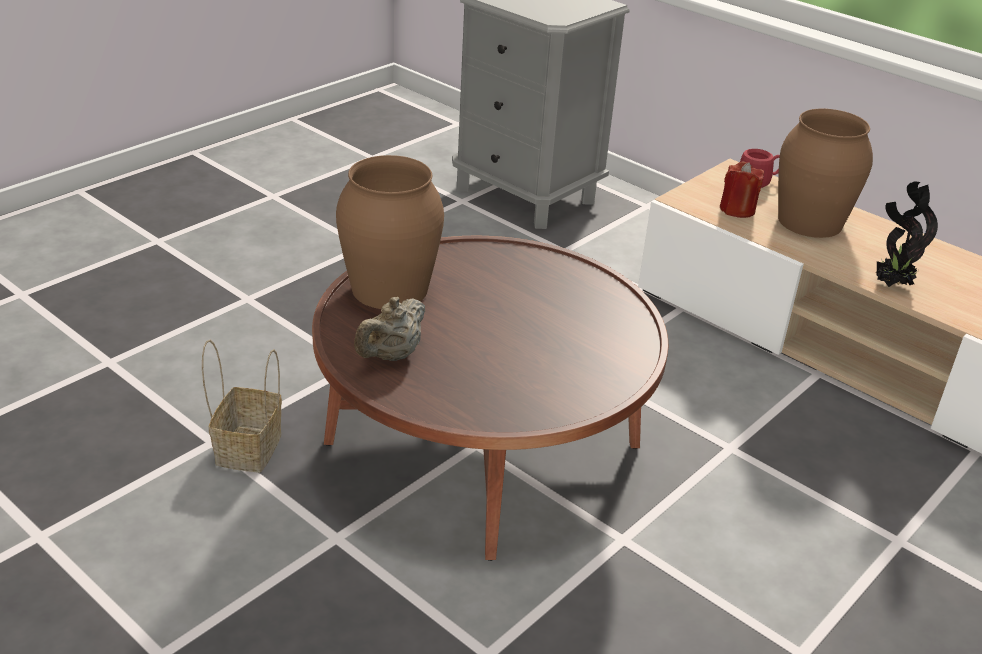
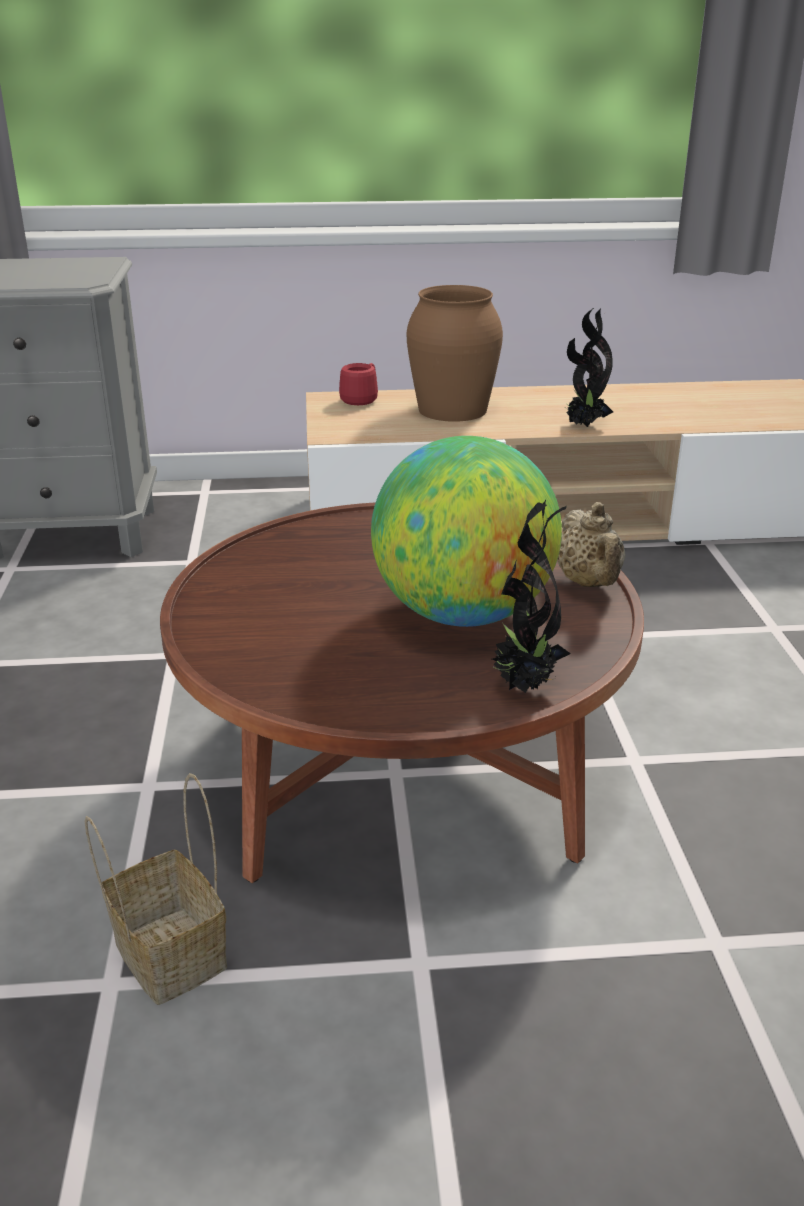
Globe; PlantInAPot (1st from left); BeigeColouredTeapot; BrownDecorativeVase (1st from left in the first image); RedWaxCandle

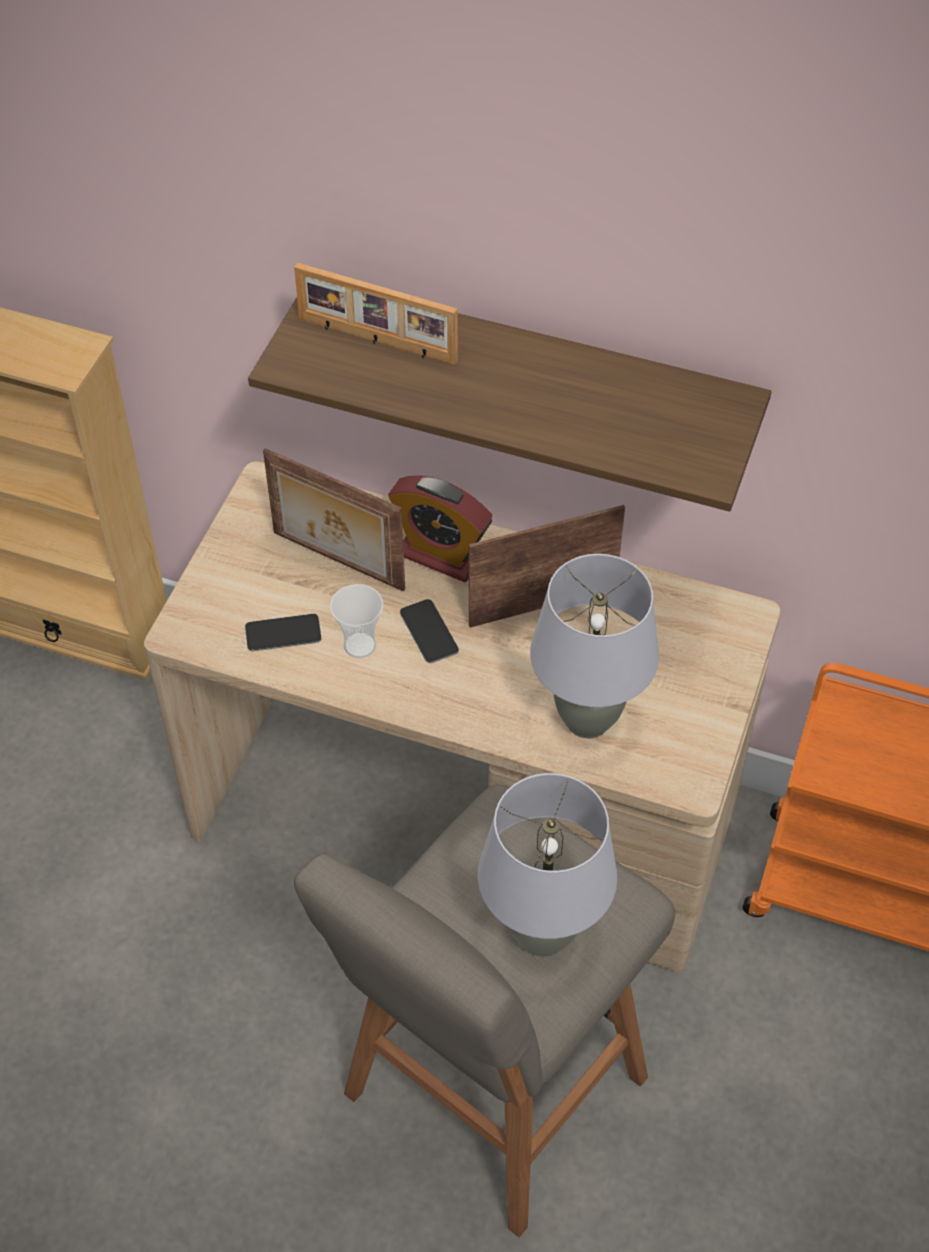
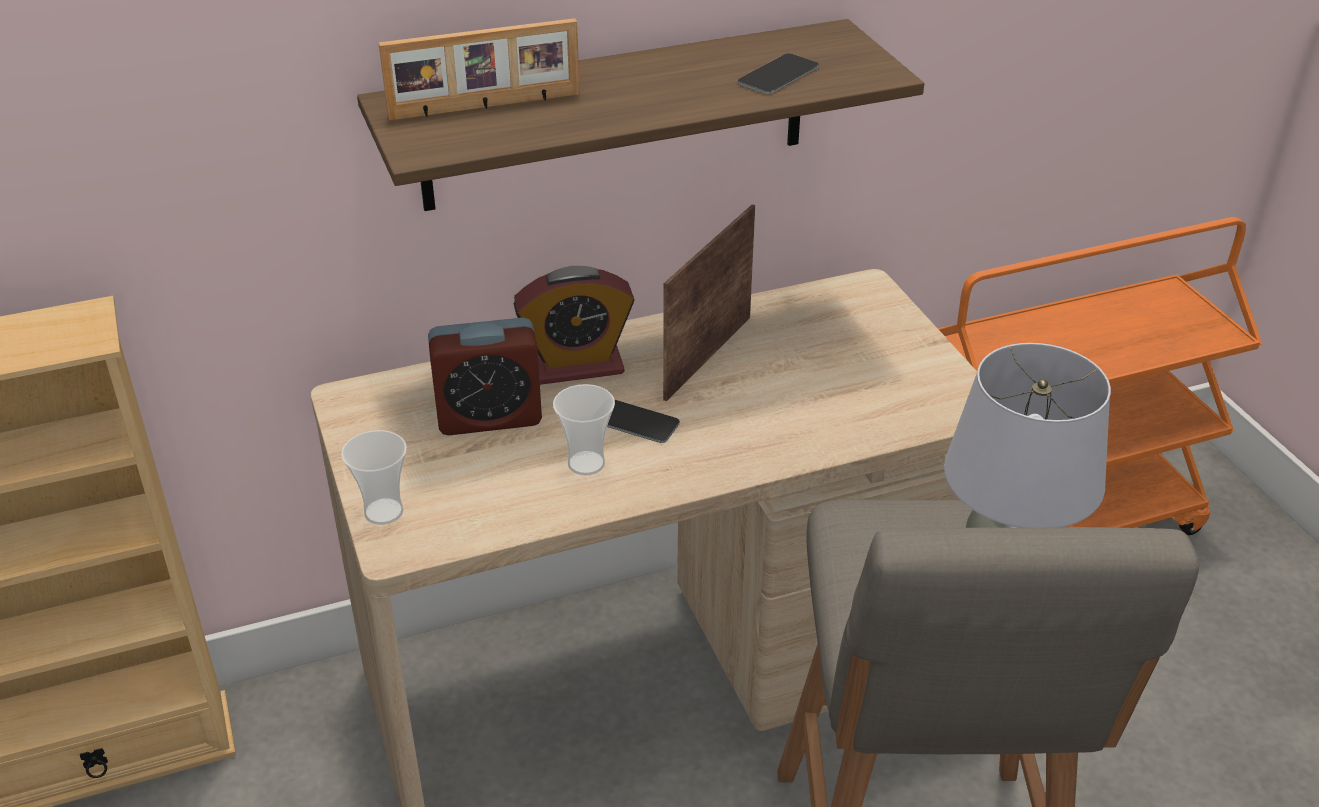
DrinkingCup (1st from left); AlarmClock (1st from left); Telephone (2nd from left); GreyTabletopLamp (2nd from left in the first image)

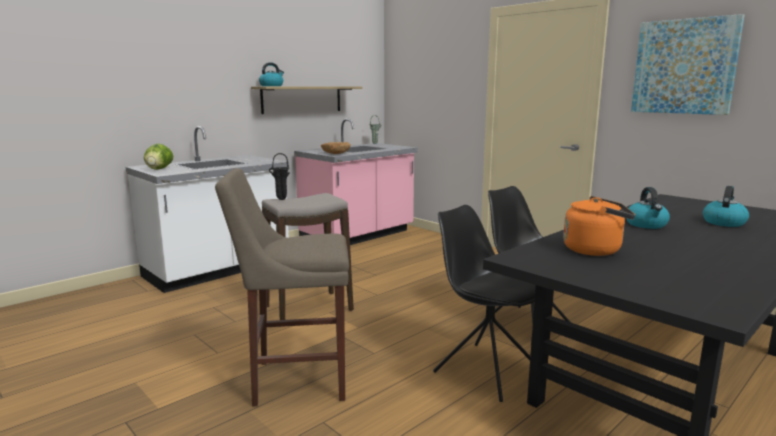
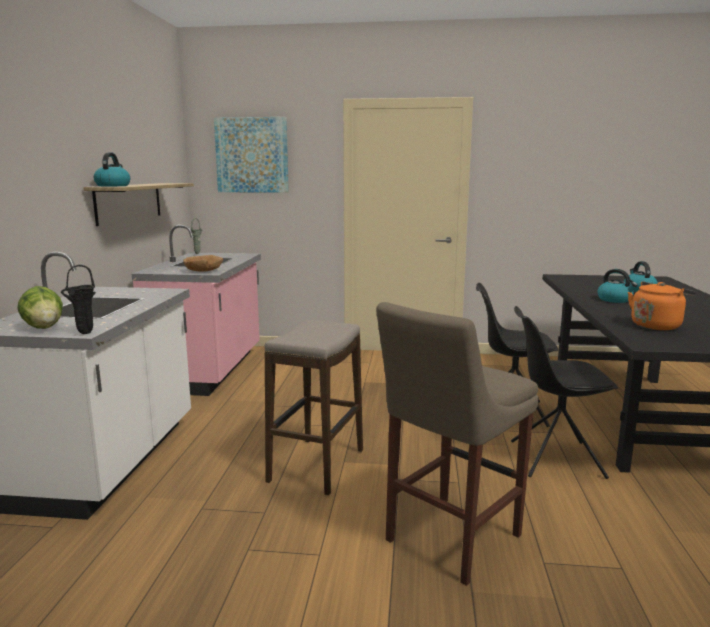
BlackishDecorativeVase; WallPicture

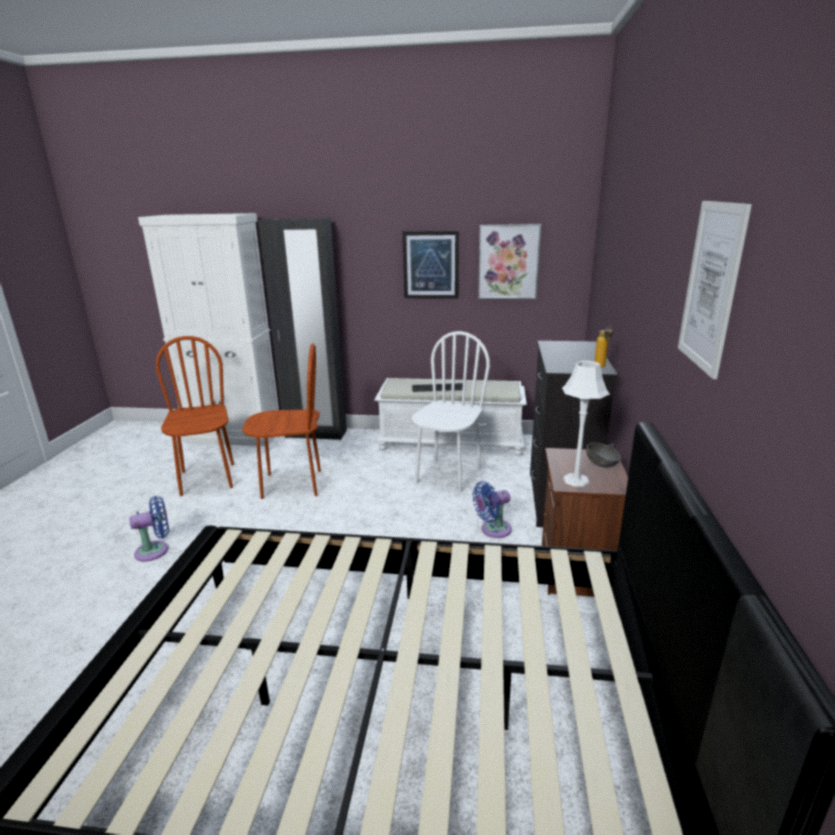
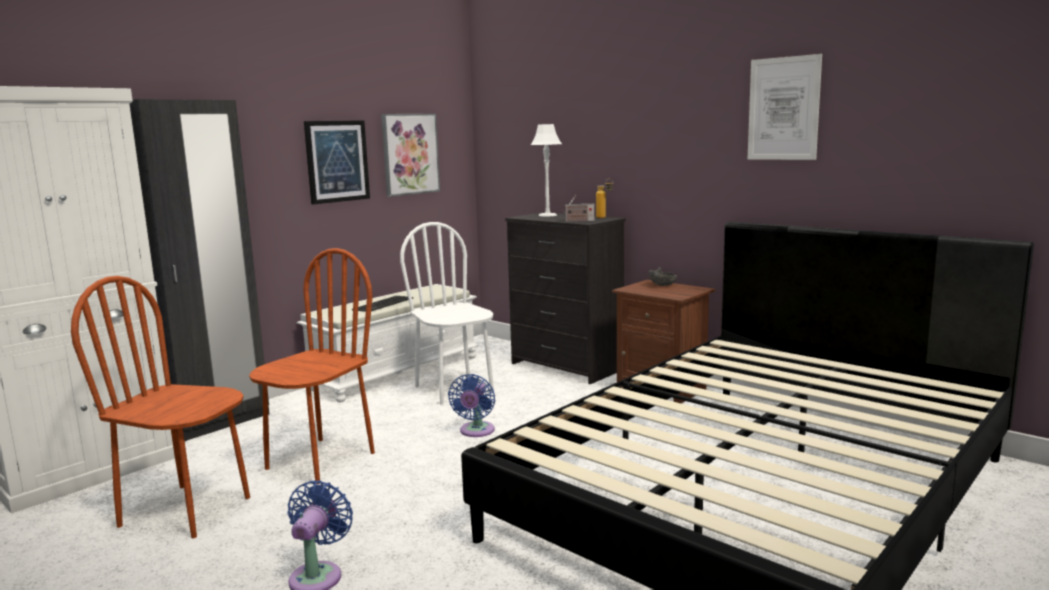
BlueColouredCoolingFan (2nd from left); WhiteTabletopLamp; Radio

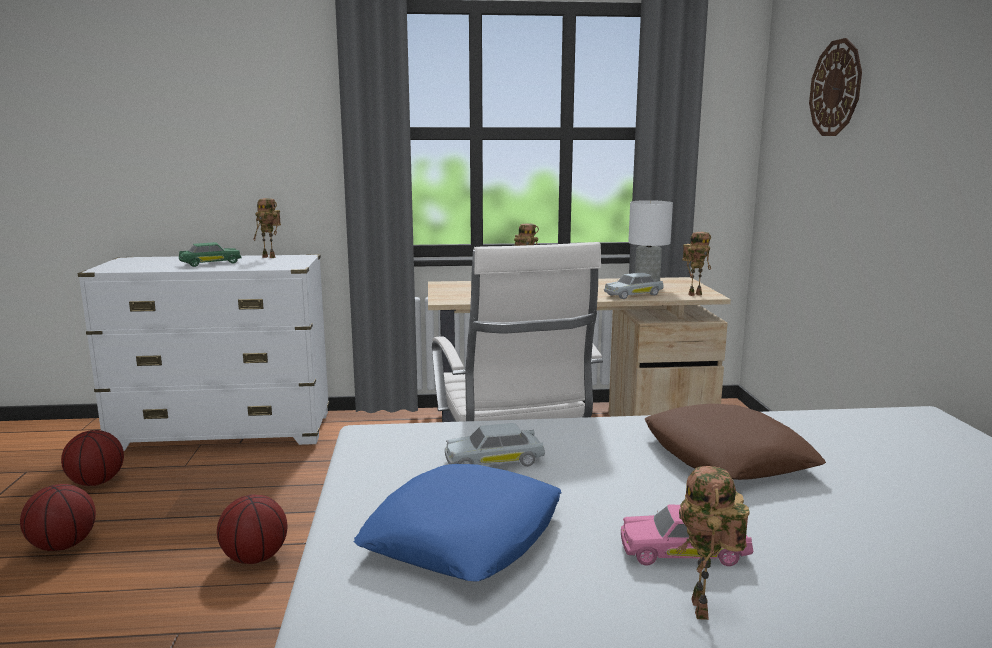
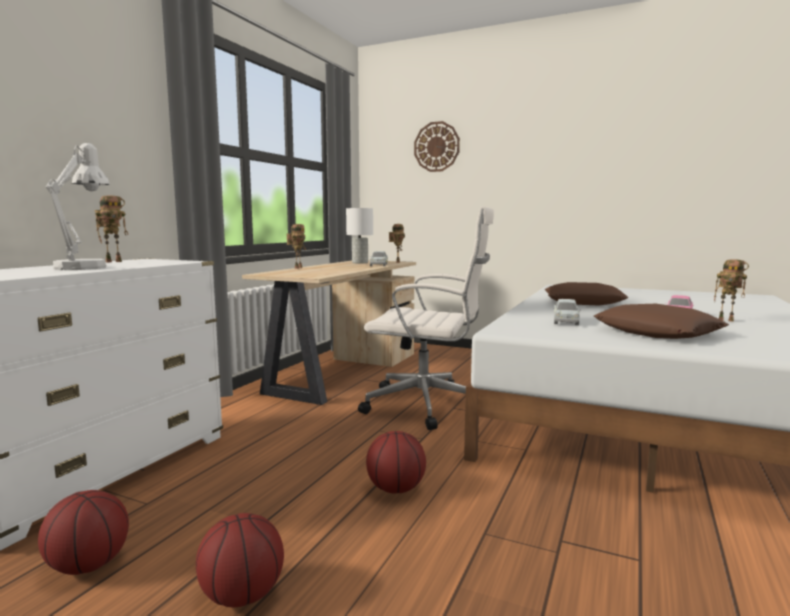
WhiteTabletopLamp (1st from left); BrownPillow (2nd from left)

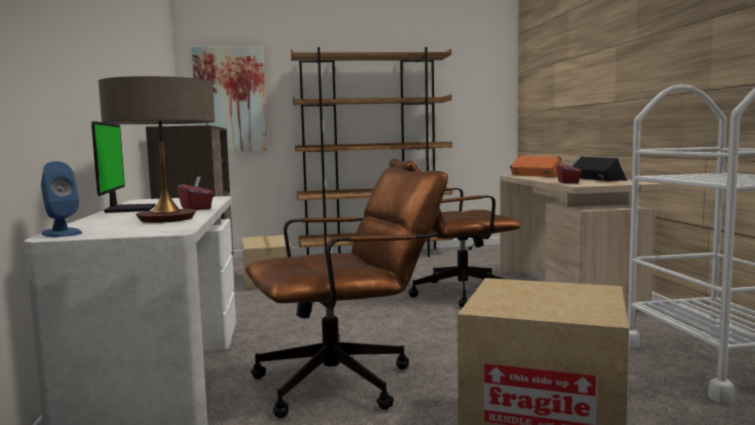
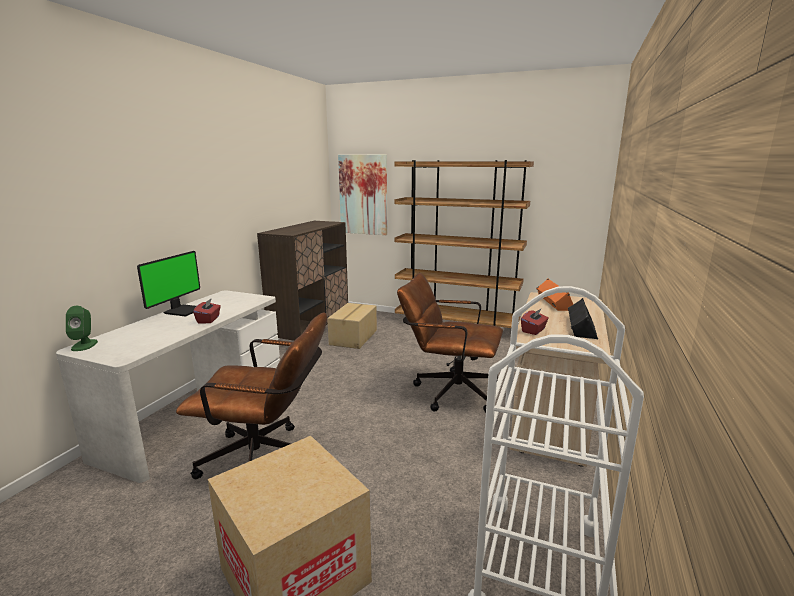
GreenColouredAudioSpeaker; TabletopLamp

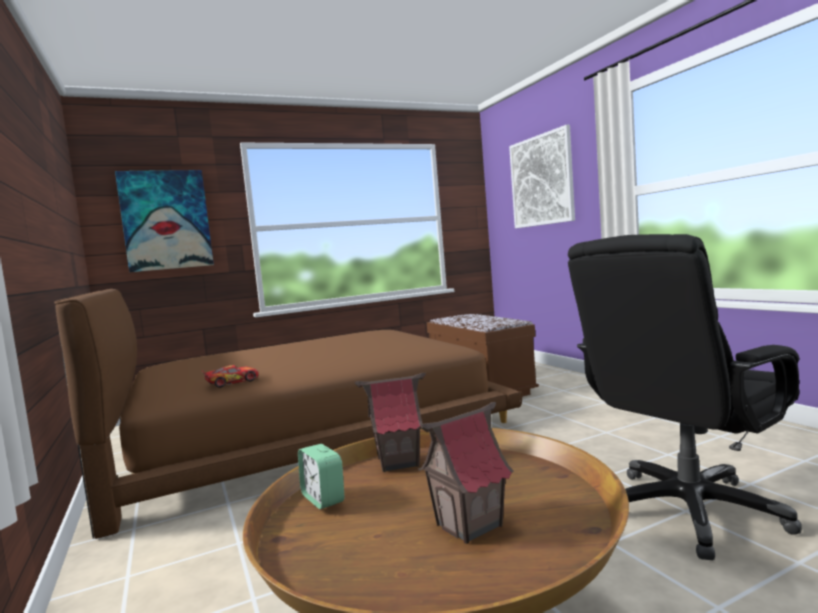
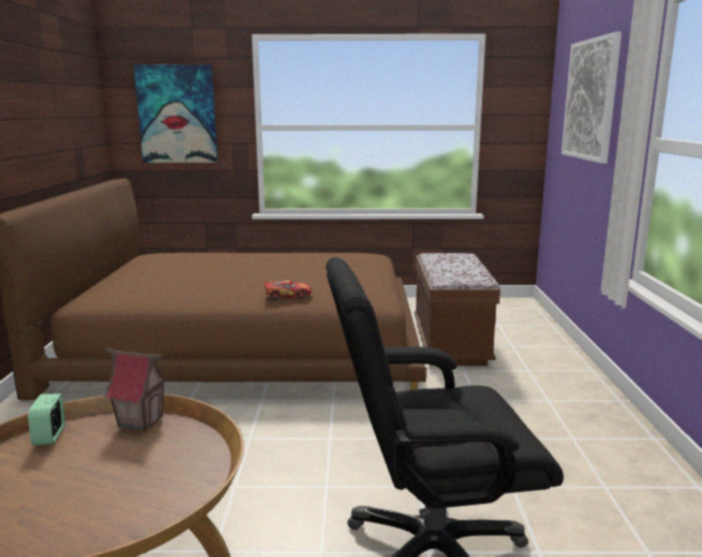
MiniatureCar; MiniatureHouse (2nd from left in the first image)

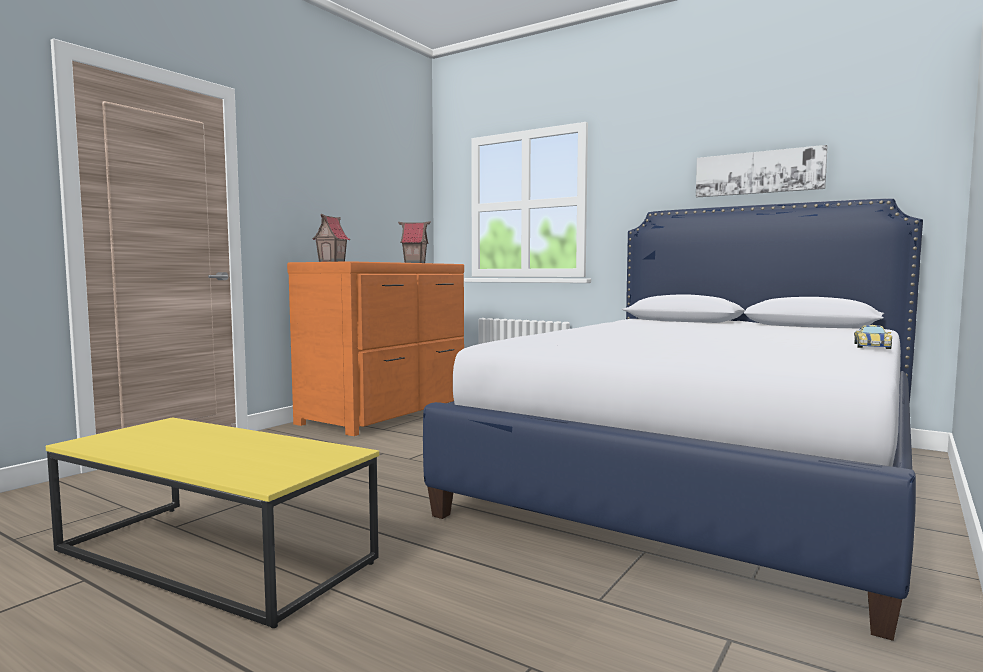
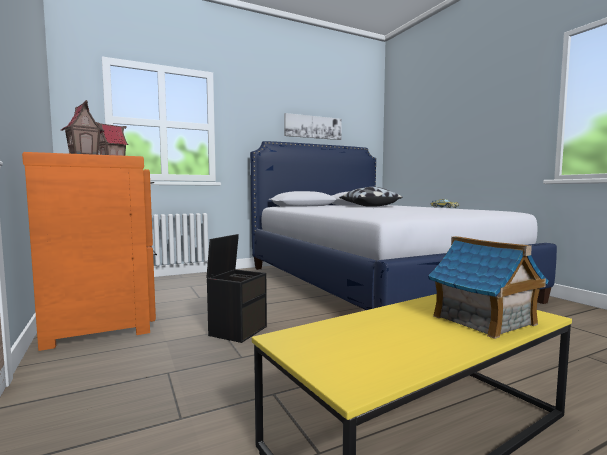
BlackishStorageBin; Pillow; MiniatureHouse (3rd from left)

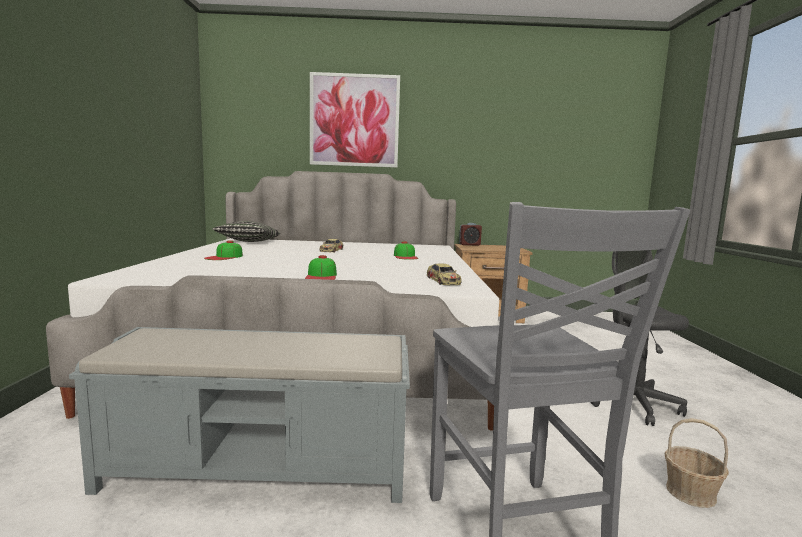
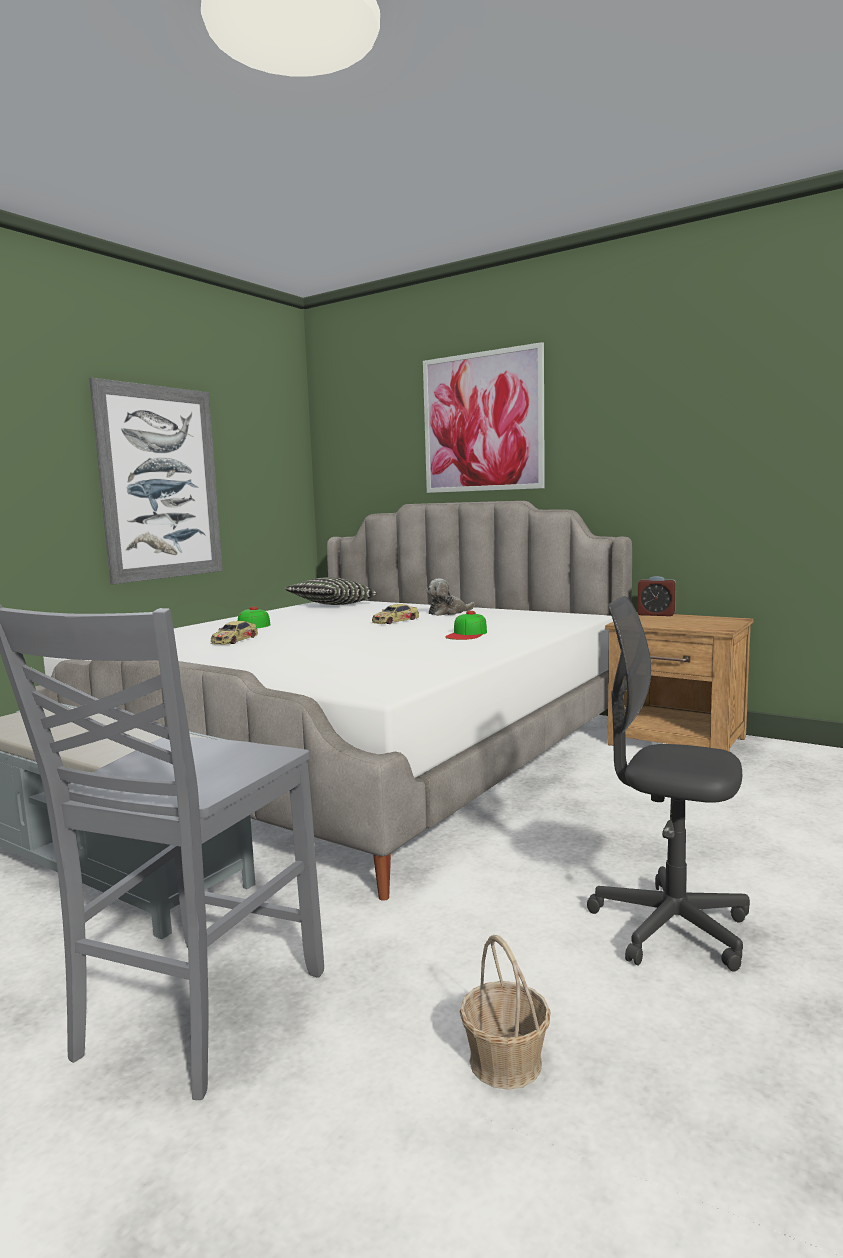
WallPicture (1st from left); MiniatureCar (1st from left); SoftToy; Cap (2nd from left in the first image)

